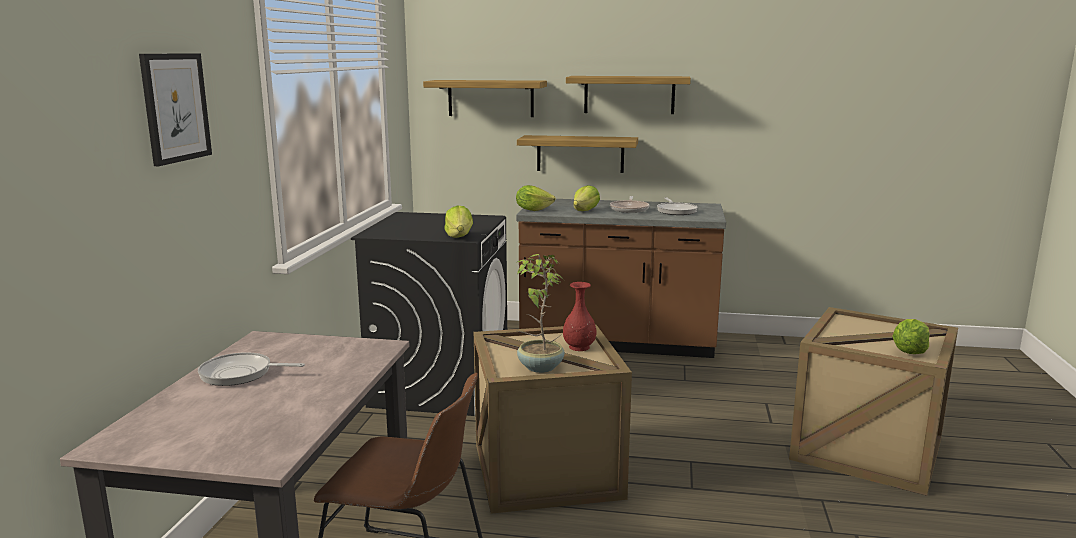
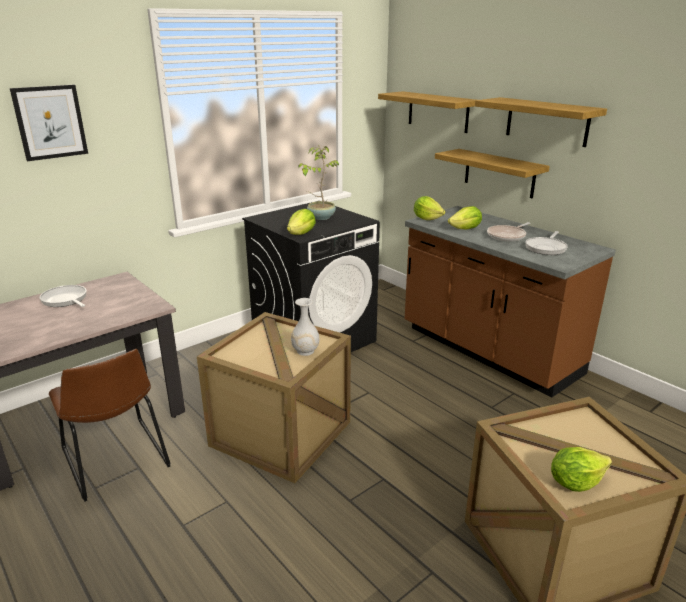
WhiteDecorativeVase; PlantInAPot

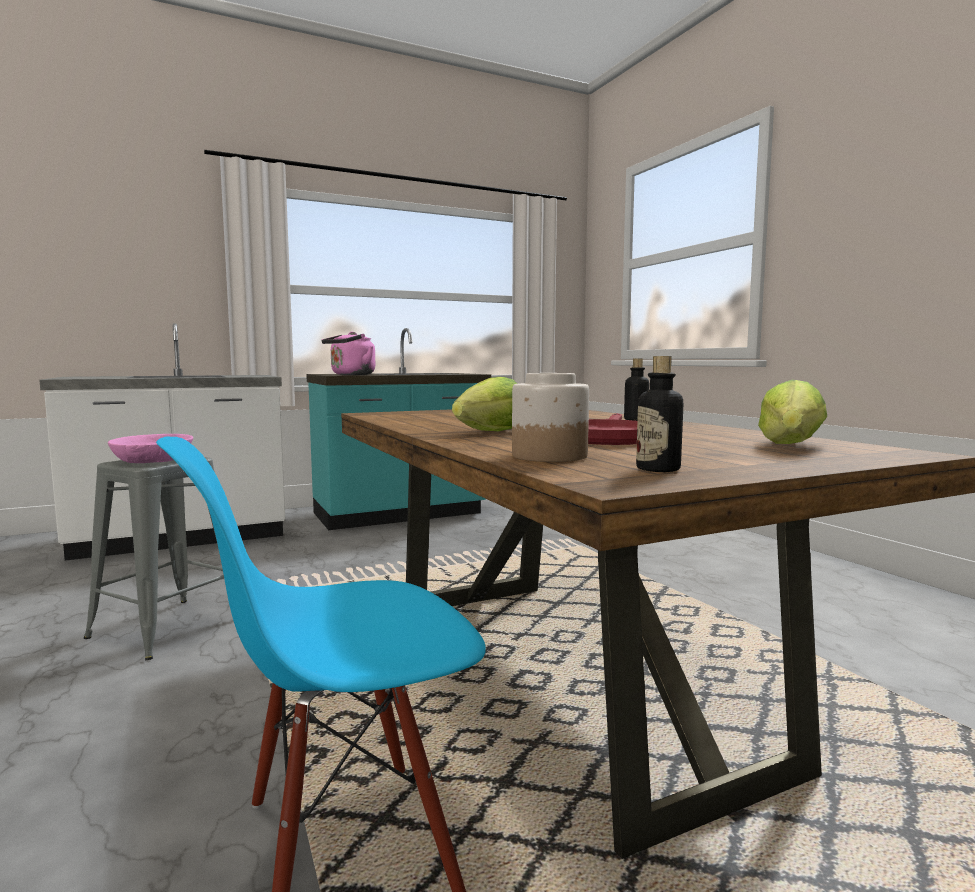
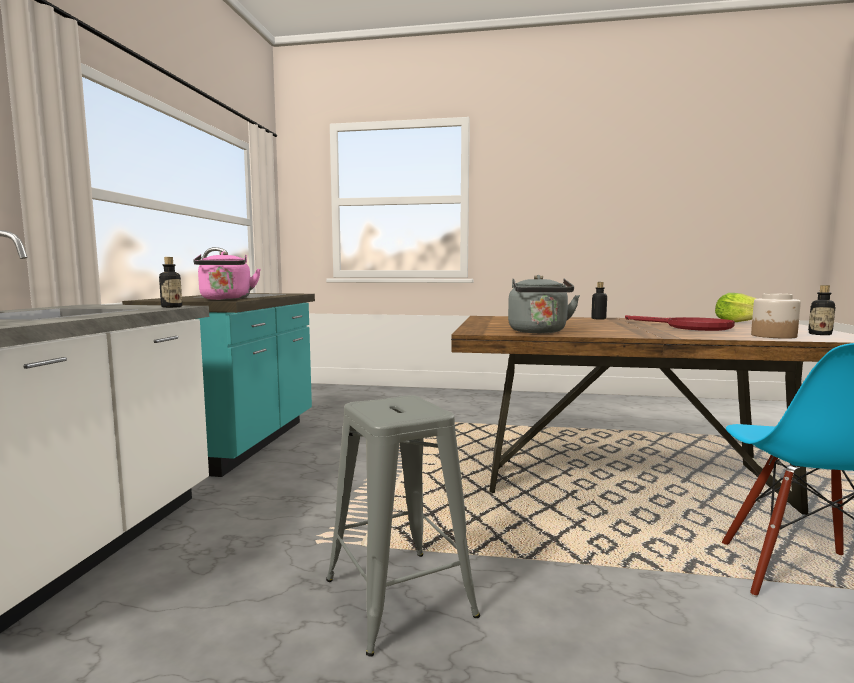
DrinkBottle (1st from left); GreyTeaKettle; PinkishBowl; LettuceHead (1st from left in the first image)

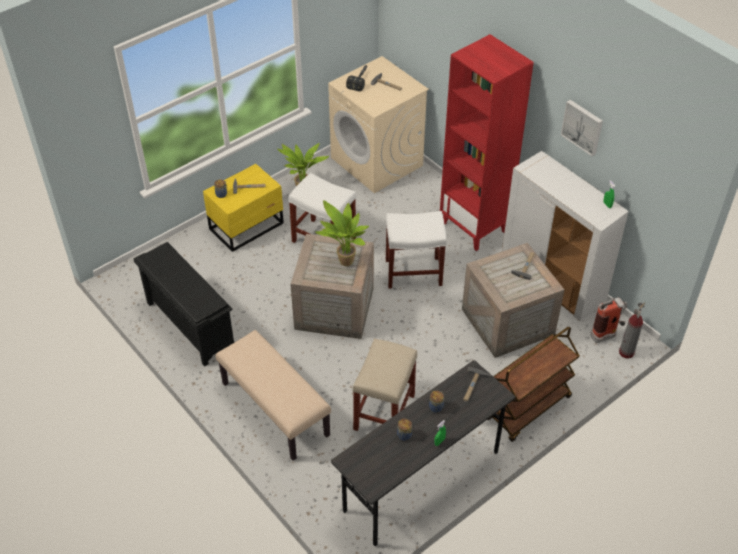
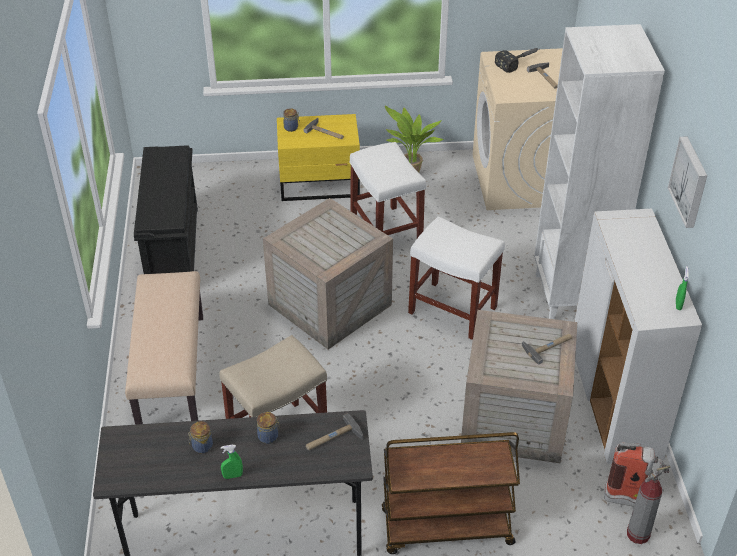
WhiteBookcase; PlantInAPot (2nd from left in the first image)

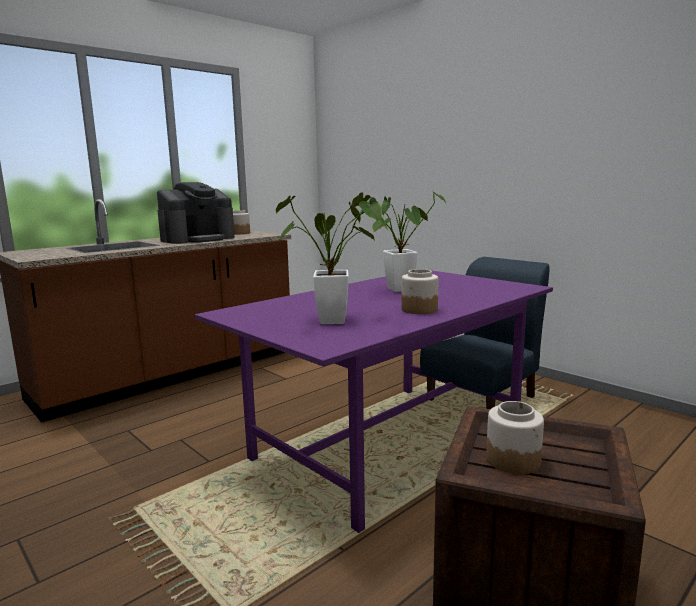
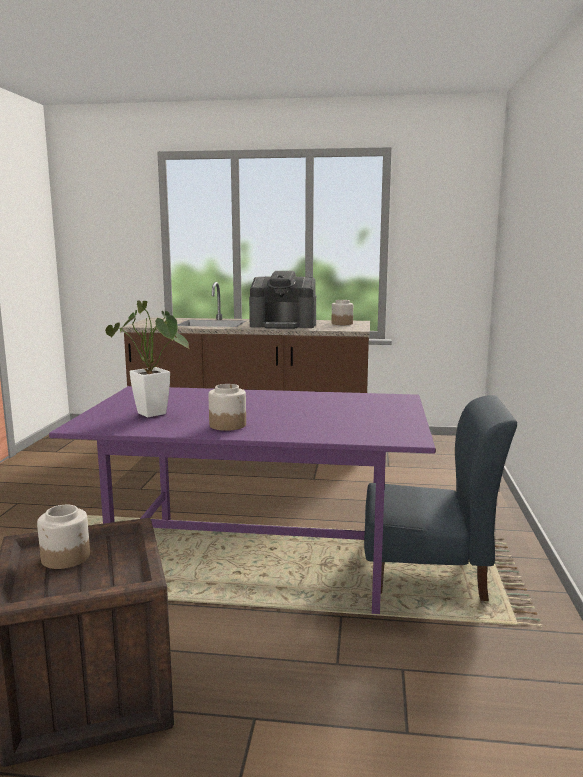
PlantInAPot (2nd from left in the first image)

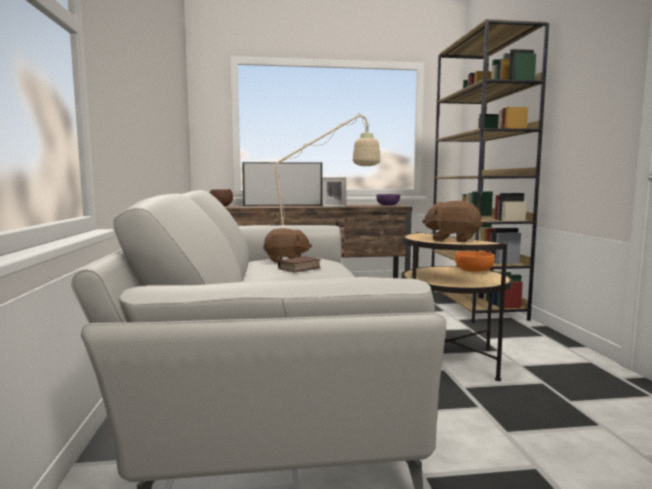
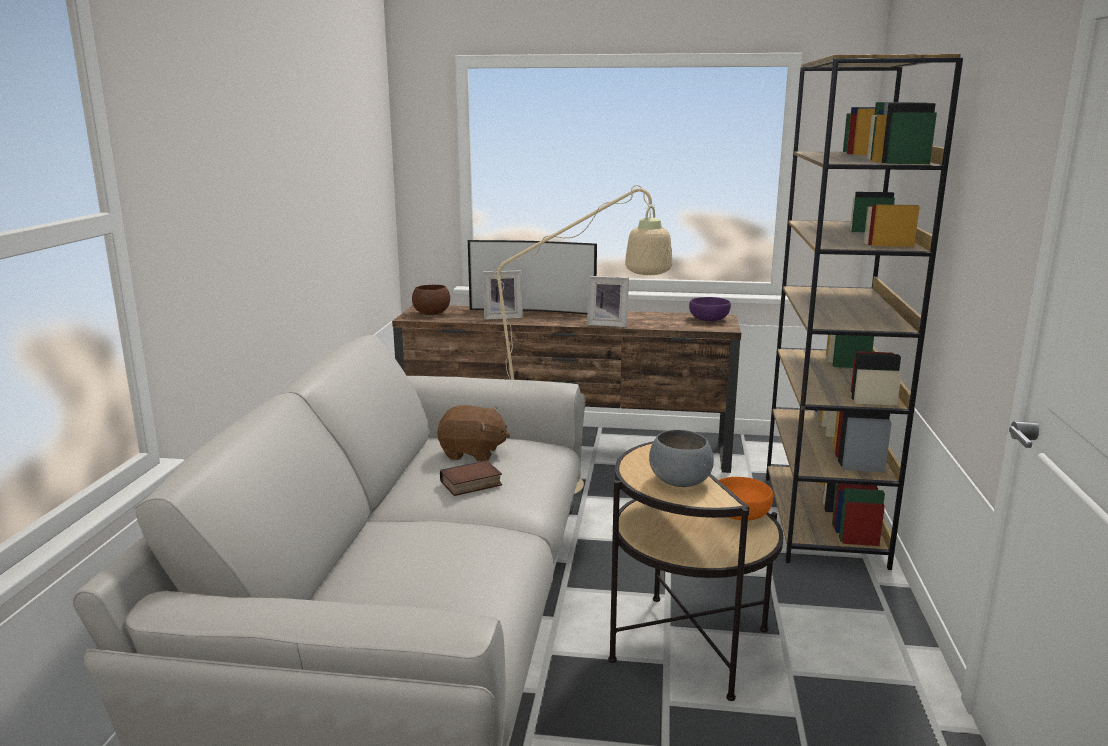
StandingFrame (1st from left); GreyBowl

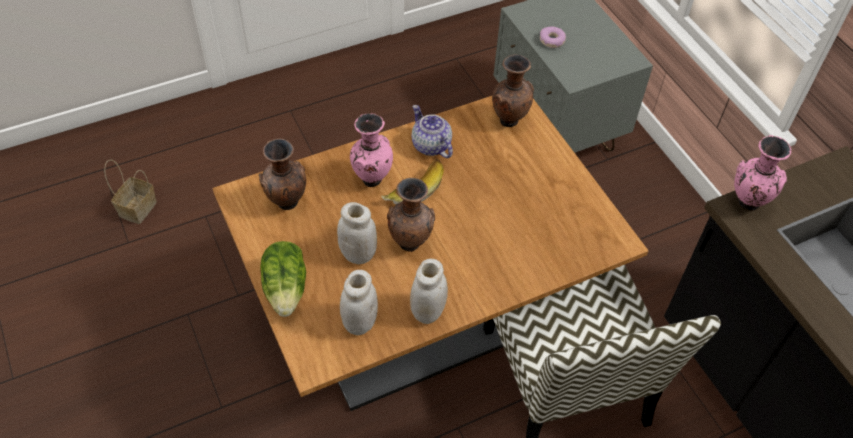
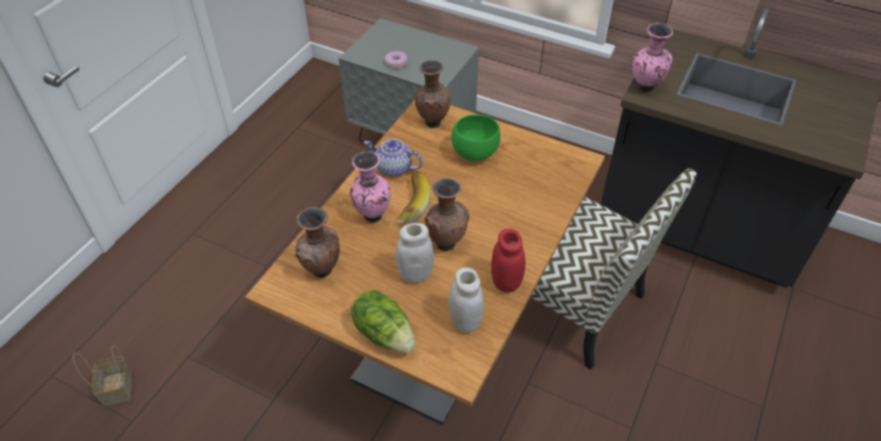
GreenColouredBowl; RedStorageJar

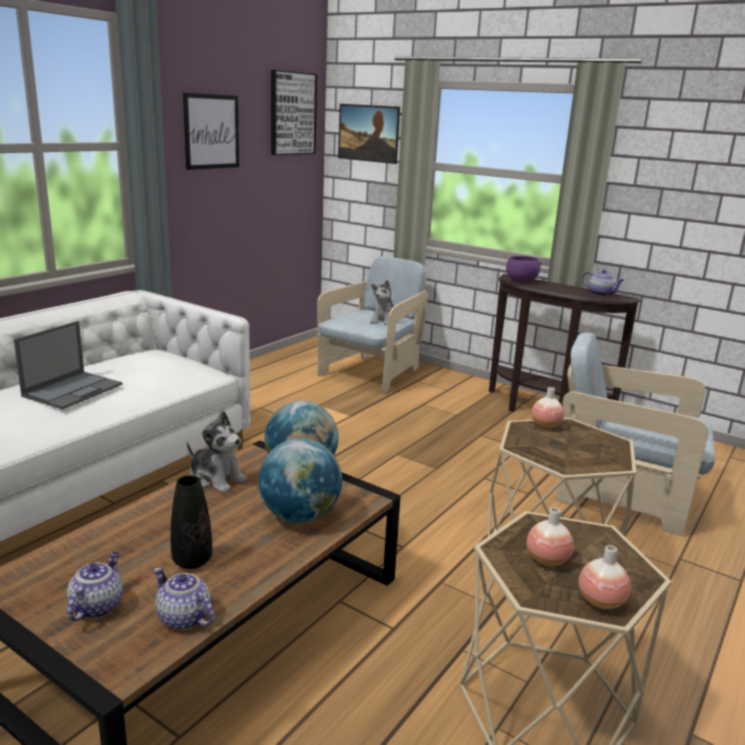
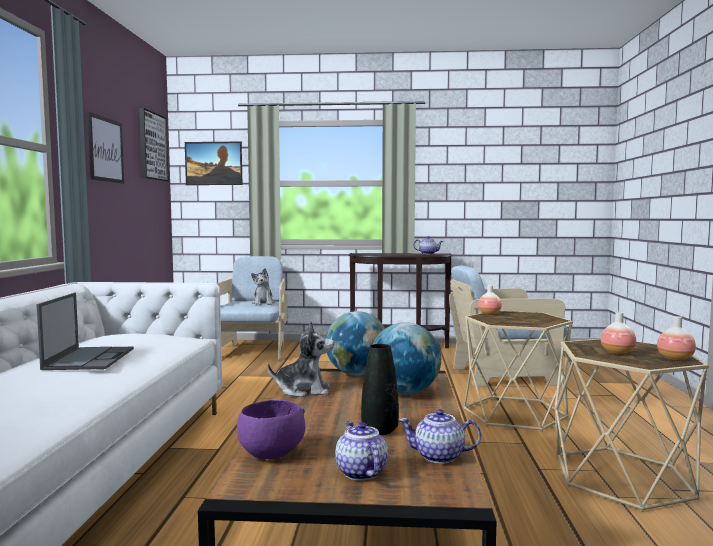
PurpleBowl

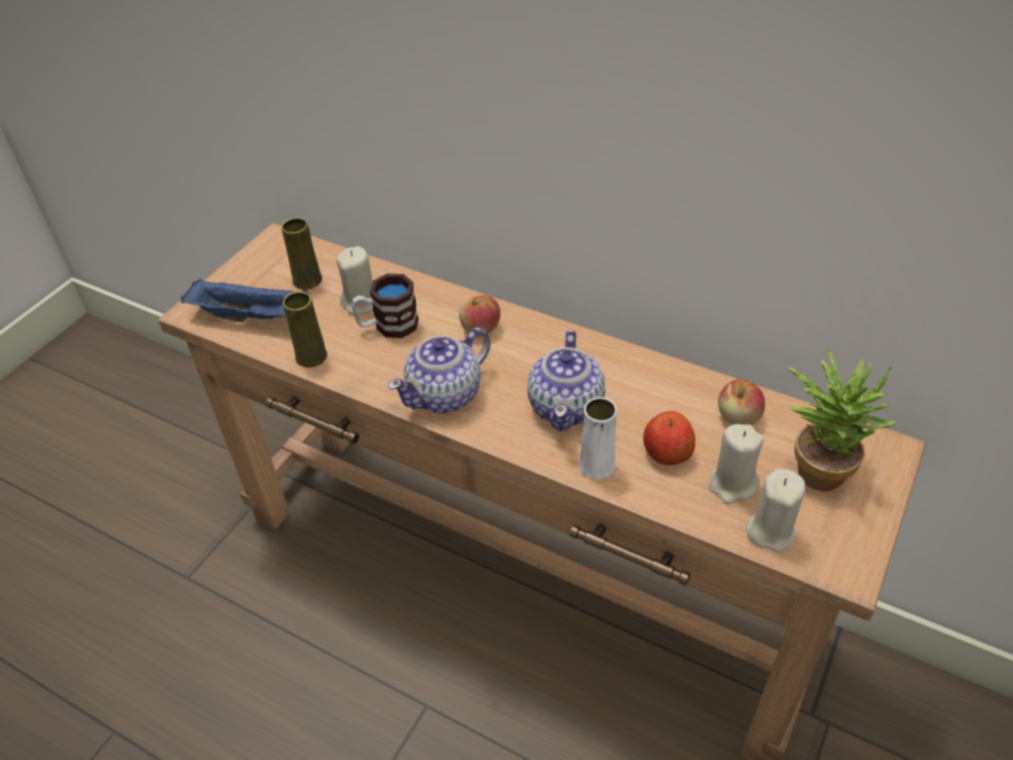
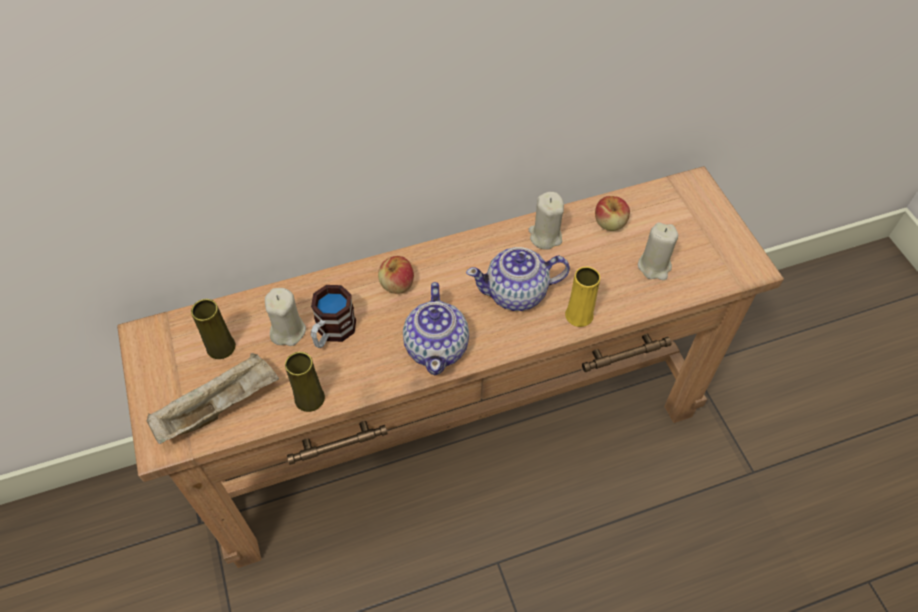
BeigeColouredTray; Teapot (2nd from left); BeigeColouredWaxCandle (2nd from left); YellowColouredDecorativeVase (3rd from left); Apple (2nd from left in the first image); PlantInAPot

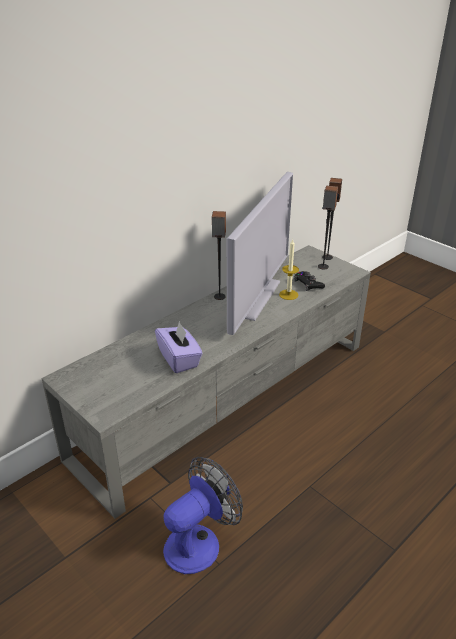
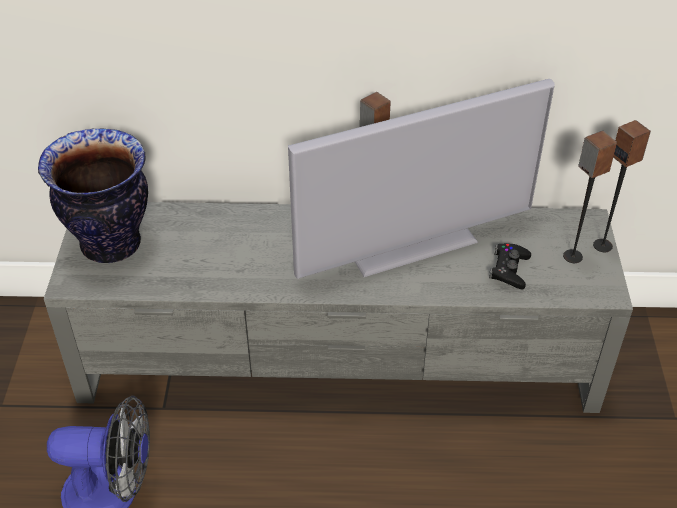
DecorativeVase; PurpleTissueBox; WaxCandle

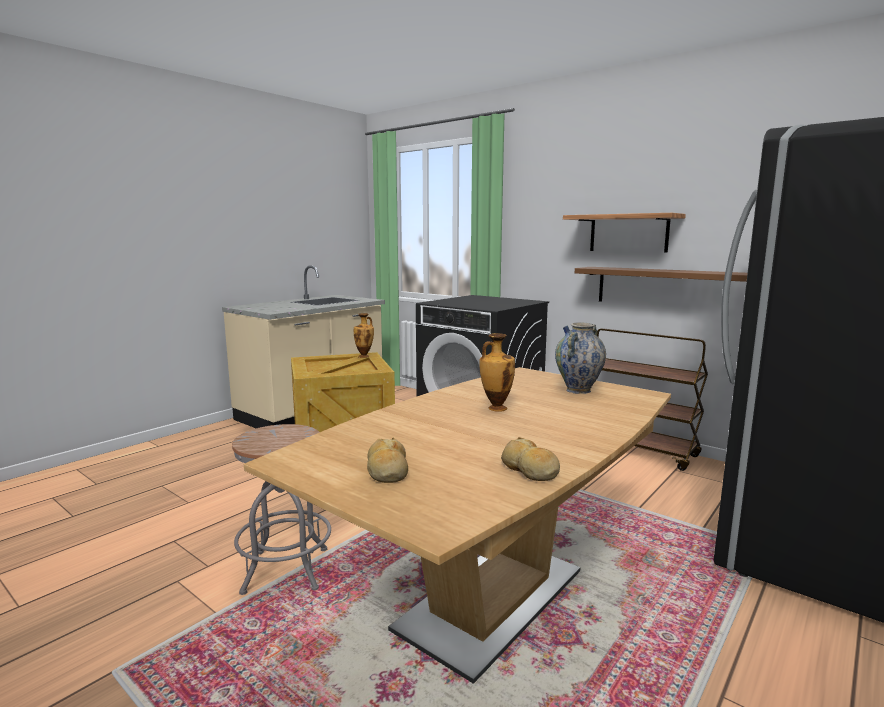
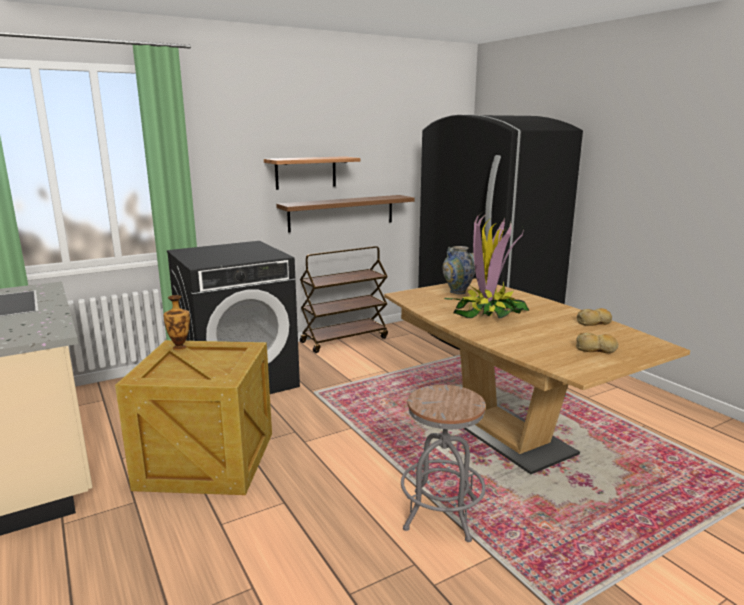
PlantInAPot

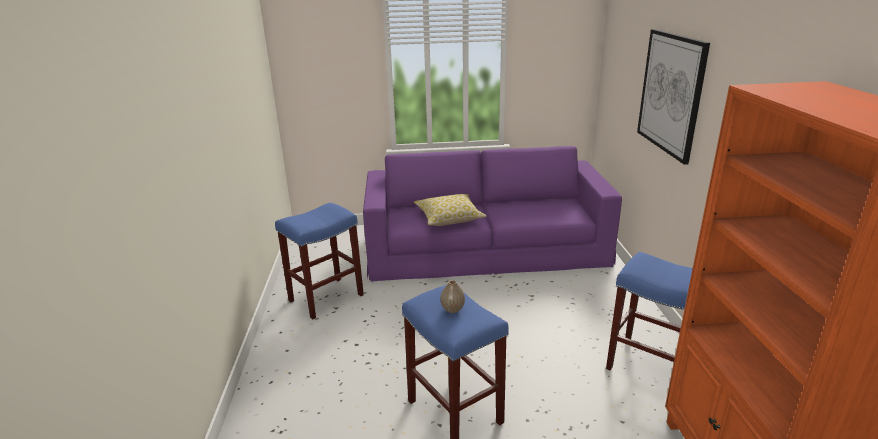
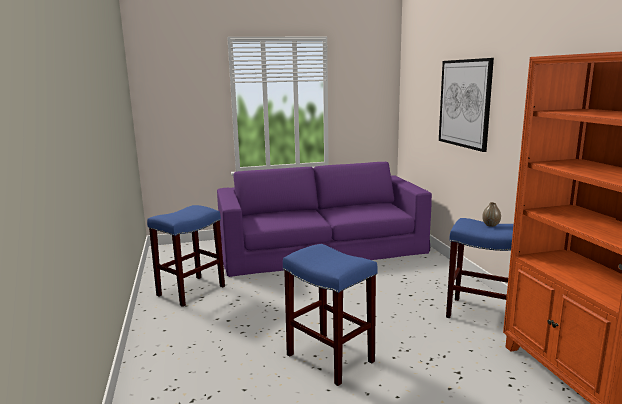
DecorativeVase; Pillow

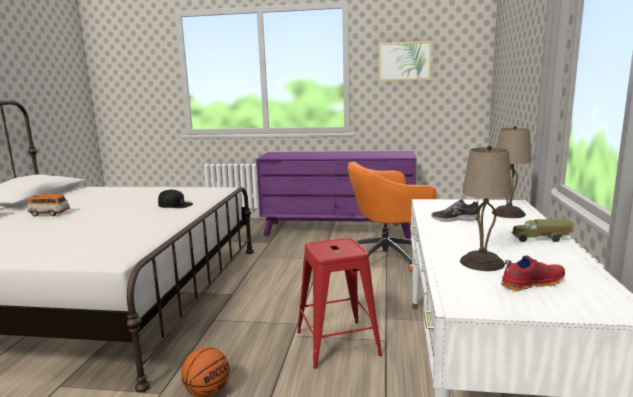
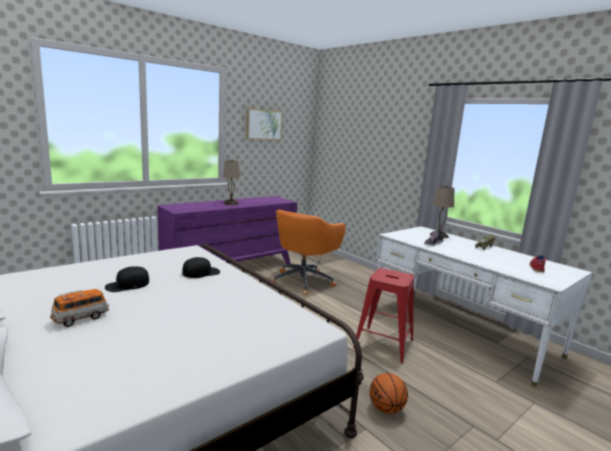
BlackishCap (1st from left); BeigeColouredTabletopLamp (1st from left)

